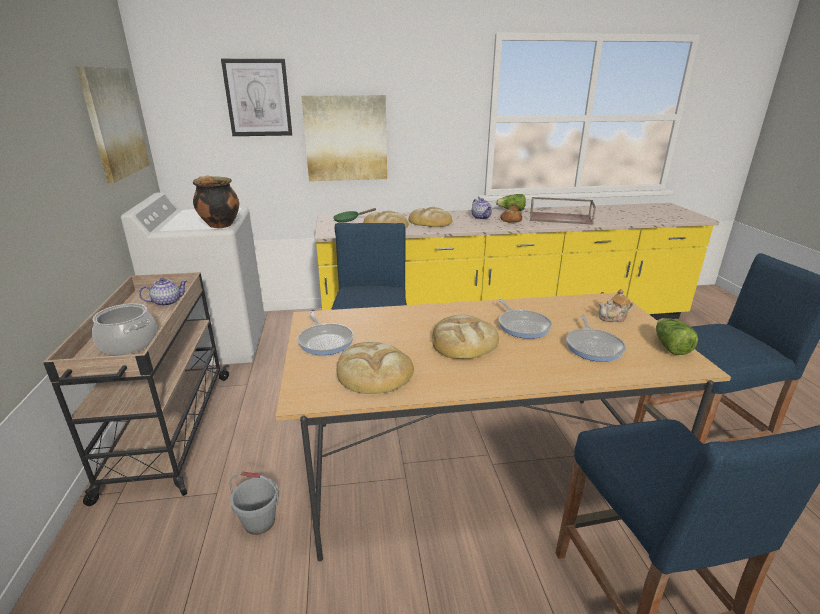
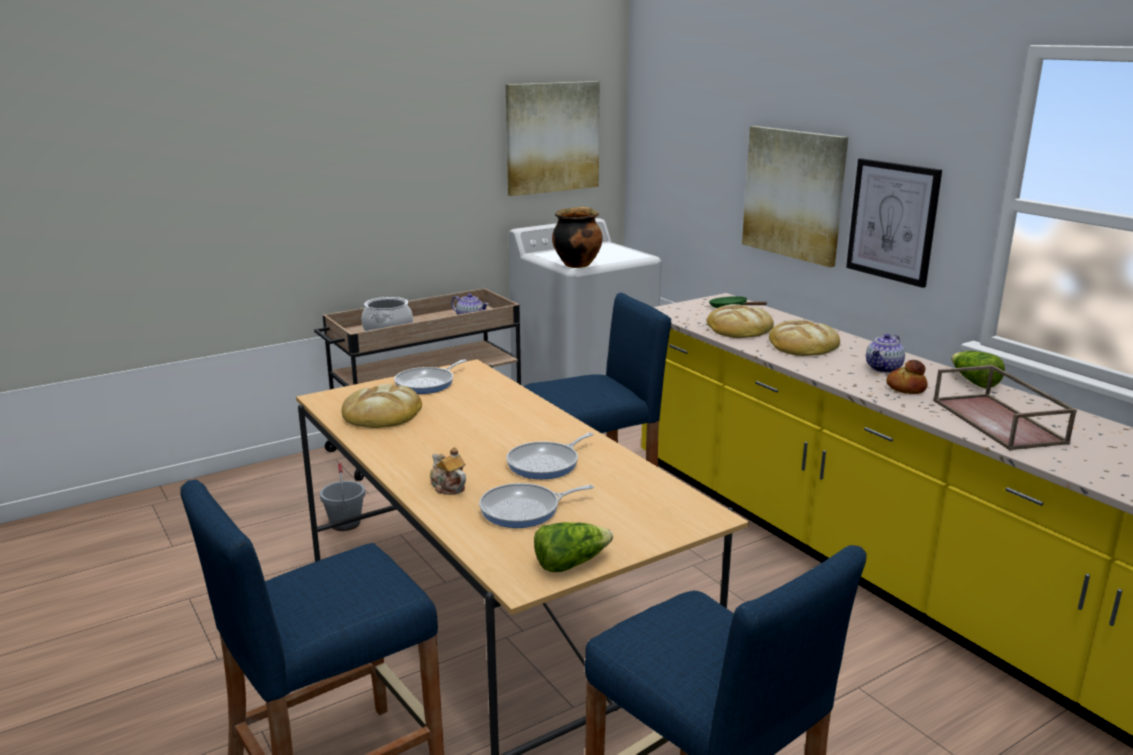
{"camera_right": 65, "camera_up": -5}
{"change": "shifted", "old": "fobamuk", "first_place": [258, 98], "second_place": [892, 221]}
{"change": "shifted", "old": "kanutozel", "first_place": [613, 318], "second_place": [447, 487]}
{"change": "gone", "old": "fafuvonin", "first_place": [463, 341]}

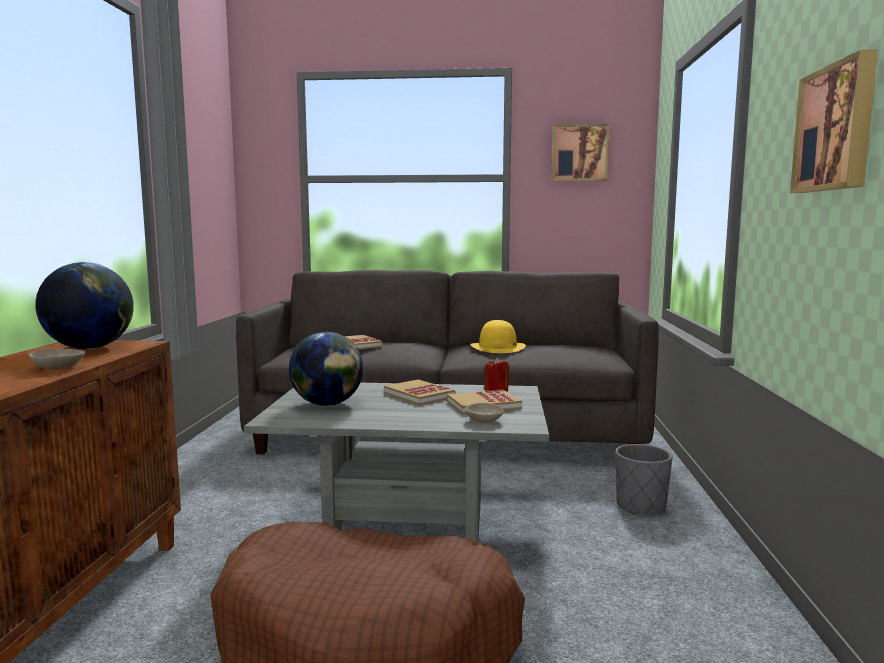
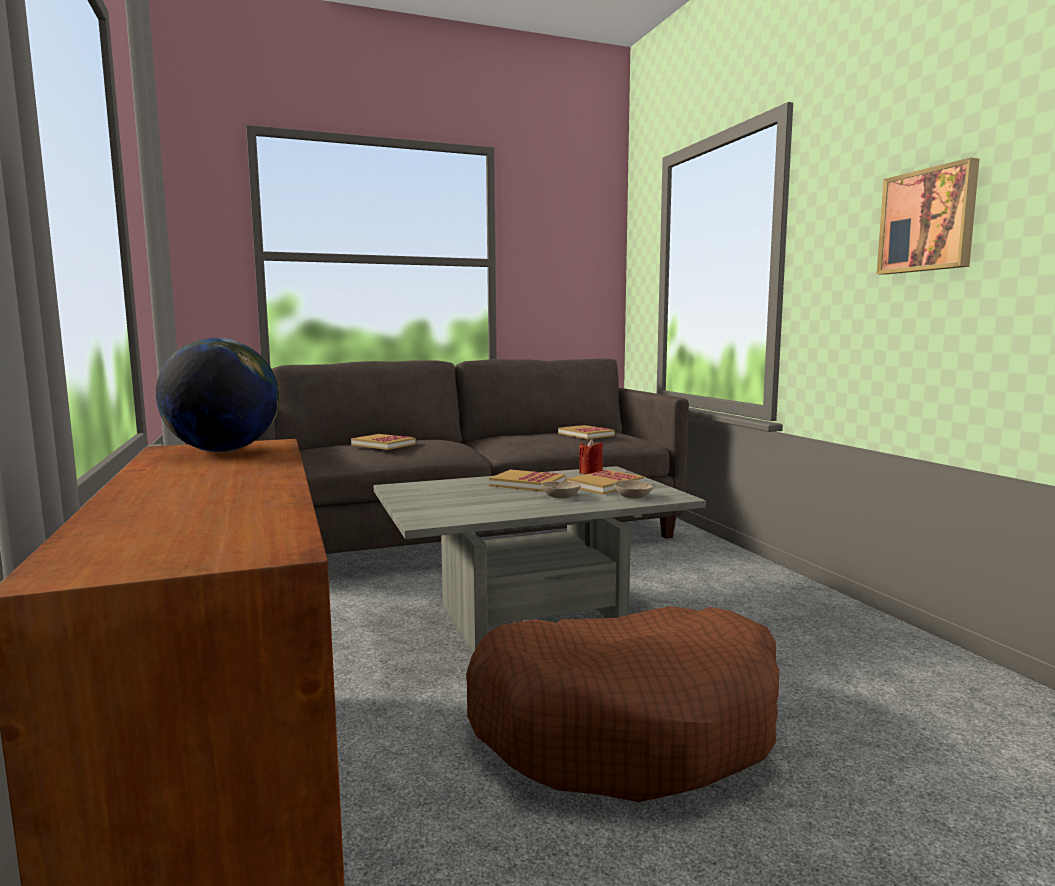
{"camera_right": -25, "camera_up": 0}
{"change": "gone", "old": "fobamuk", "first_place": [579, 153]}
{"change": "gone", "old": "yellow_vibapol", "first_place": [498, 347]}
{"change": "gone", "old": "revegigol", "first_place": [327, 405]}
{"change": "shifted", "old": "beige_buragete", "first_place": [56, 368], "second_place": [560, 497]}
{"change": "gone", "old": "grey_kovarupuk", "first_place": [641, 506]}
{"change": "new", "new": "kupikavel", "second_place": [586, 434]}

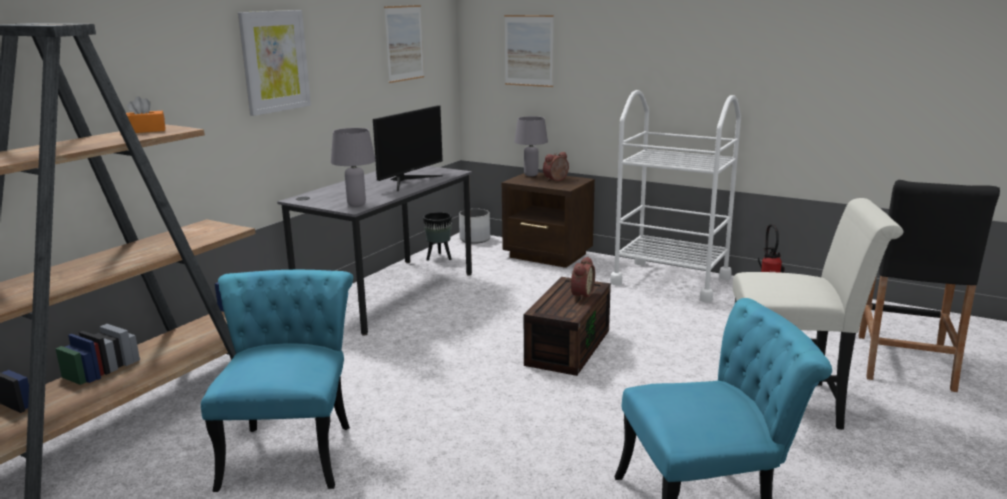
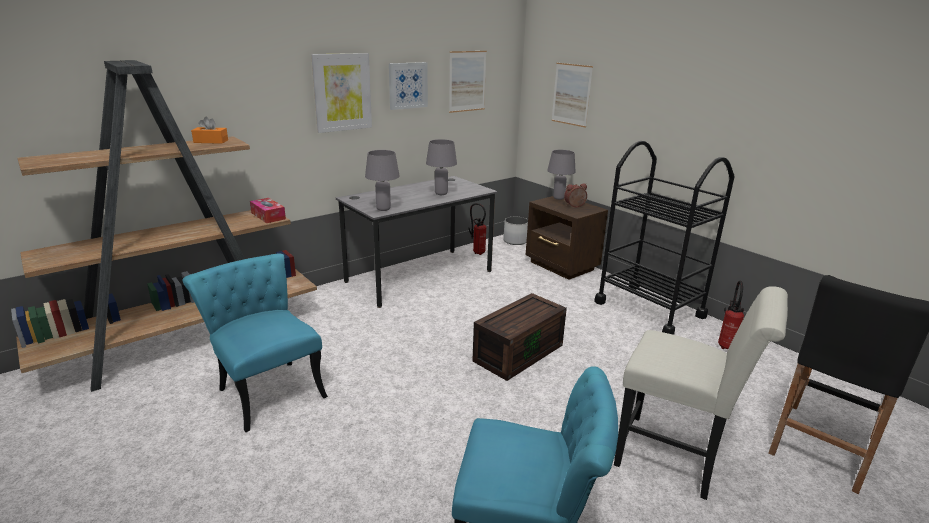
{"camera_right": 20, "camera_up": 5}
{"change": "repainted", "old": "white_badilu", "new": "black_badilu", "first_place": [671, 280], "second_place": [649, 309]}
{"change": "swapped", "old": "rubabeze", "new": "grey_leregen", "first_place": [408, 181], "second_place": [441, 193]}
{"change": "swapped", "old": "black_kovarupuk", "new": "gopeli", "first_place": [439, 258], "second_place": [477, 252]}
{"change": "gone", "old": "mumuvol", "first_place": [580, 294]}
{"change": "rotated", "old": "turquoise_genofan", "first_place": [291, 448], "second_place": [266, 388], "degrees": -60}
{"change": "new", "new": "fobamuk", "second_place": [407, 85]}
{"change": "new", "new": "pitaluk", "second_place": [268, 216]}

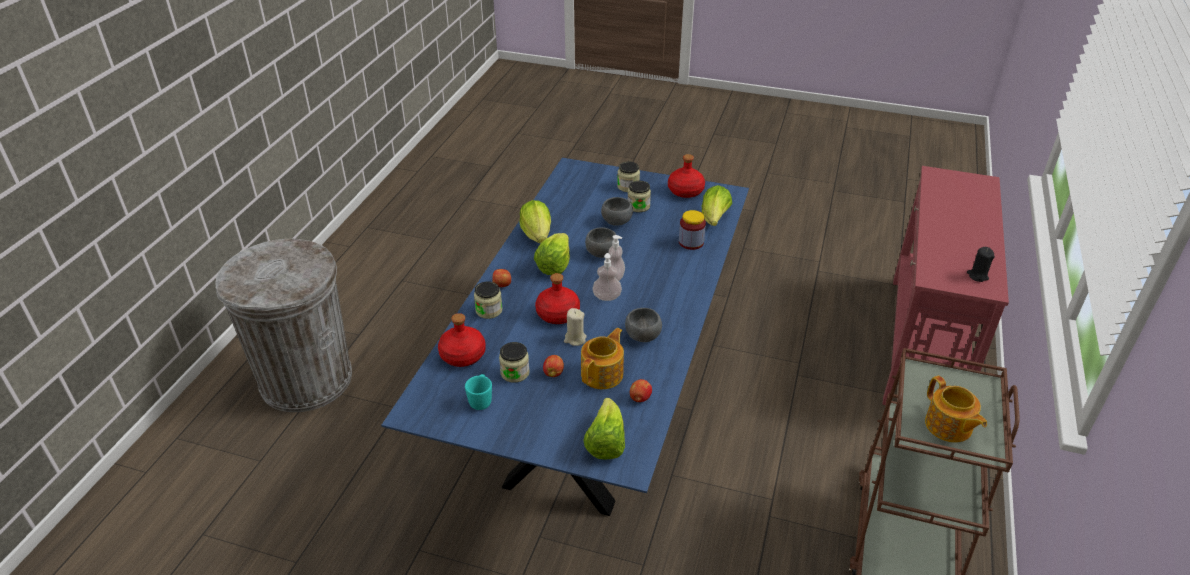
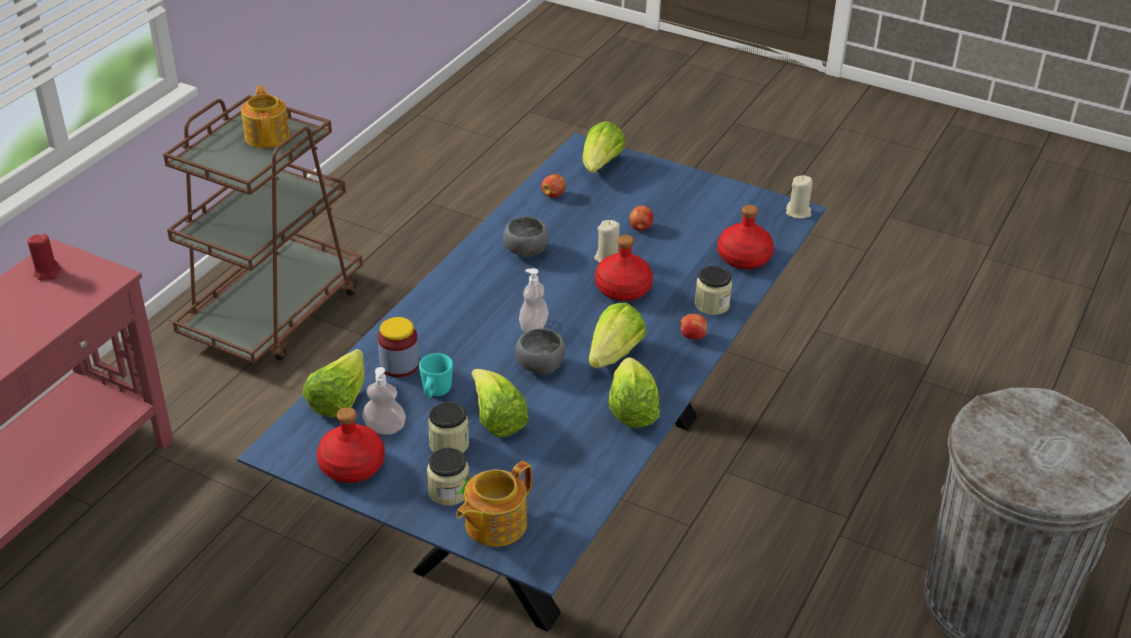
{"camera_right": -170, "camera_up": 0}
{"change": "swapped", "old": "grey_buragete", "new": "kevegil", "first_place": [616, 221], "second_place": [497, 420]}
{"change": "repainted", "old": "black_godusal", "new": "red_godusal", "first_place": [977, 276], "second_place": [47, 272]}
{"change": "shifted", "old": "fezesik", "first_place": [607, 297], "second_place": [385, 428]}
{"change": "shifted", "old": "kanutozel", "first_place": [603, 374], "second_place": [494, 524]}
{"change": "gone", "old": "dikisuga", "first_place": [515, 373]}
{"change": "shifted", "old": "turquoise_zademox", "first_place": [481, 400], "second_place": [435, 393]}
{"change": "new", "new": "beige_godusal", "second_place": [798, 212]}

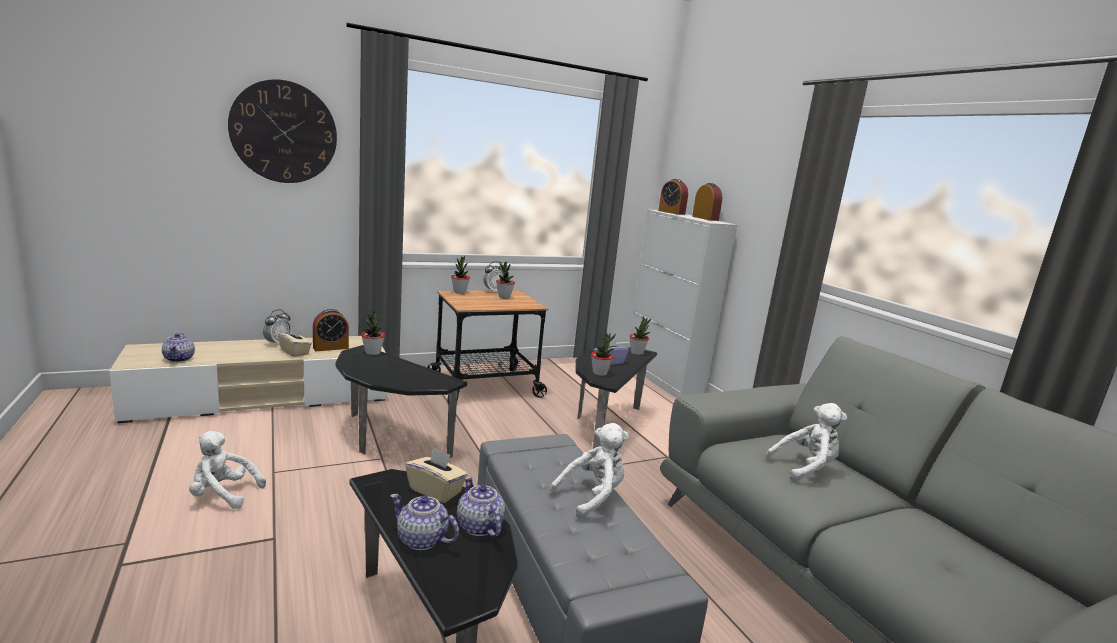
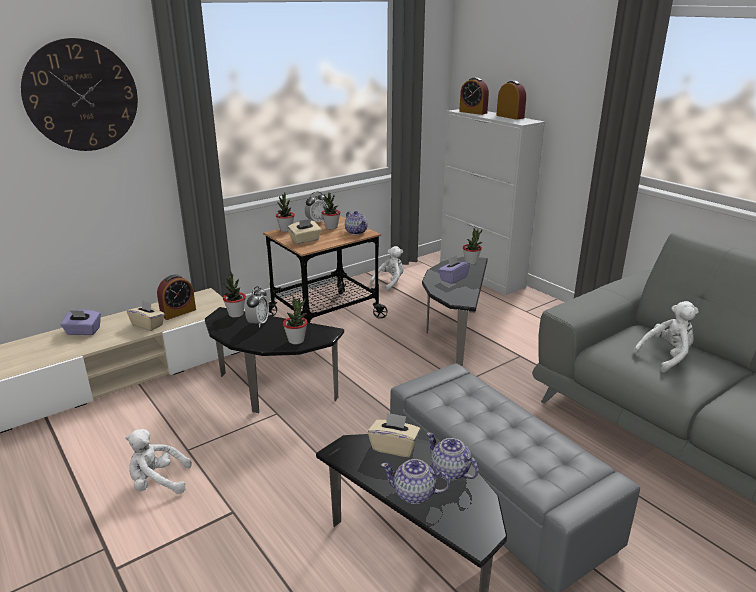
{"camera_right": -10, "camera_up": 10}
{"change": "shifted", "old": "mumuvol", "first_place": [278, 343], "second_place": [258, 323]}
{"change": "shifted", "old": "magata", "first_place": [600, 373], "second_place": [296, 340]}
{"change": "shifted", "old": "kanutozel", "first_place": [179, 359], "second_place": [356, 232]}
{"change": "shifted", "old": "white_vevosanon", "first_place": [592, 497], "second_place": [390, 282]}
{"change": "new", "new": "beige_pitaluk", "second_place": [305, 240]}
{"change": "new", "new": "purple_pitaluk", "second_place": [83, 331]}

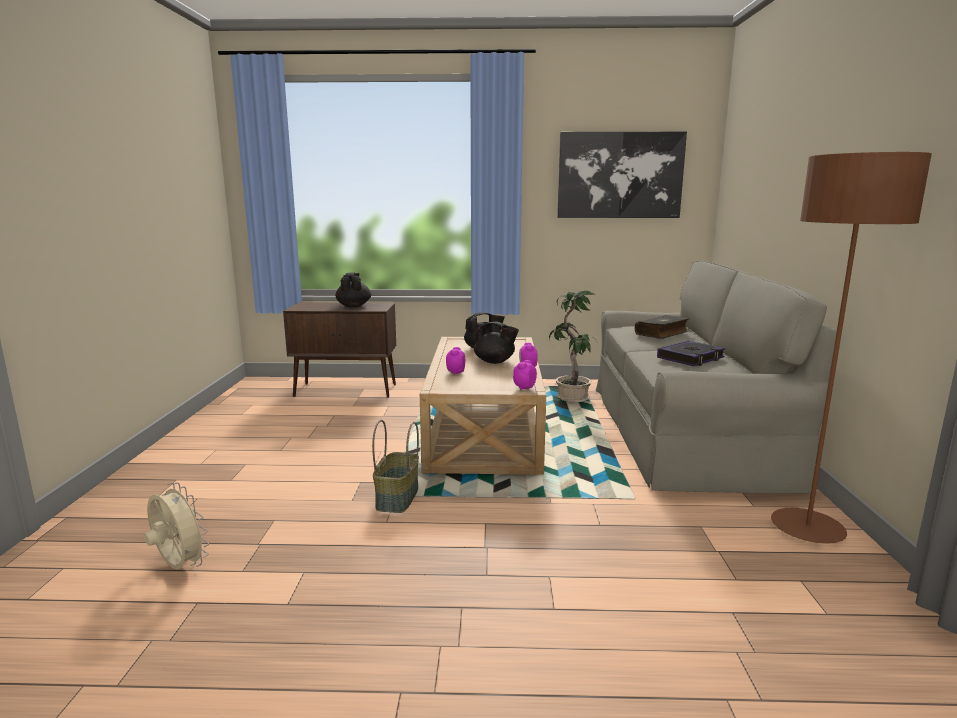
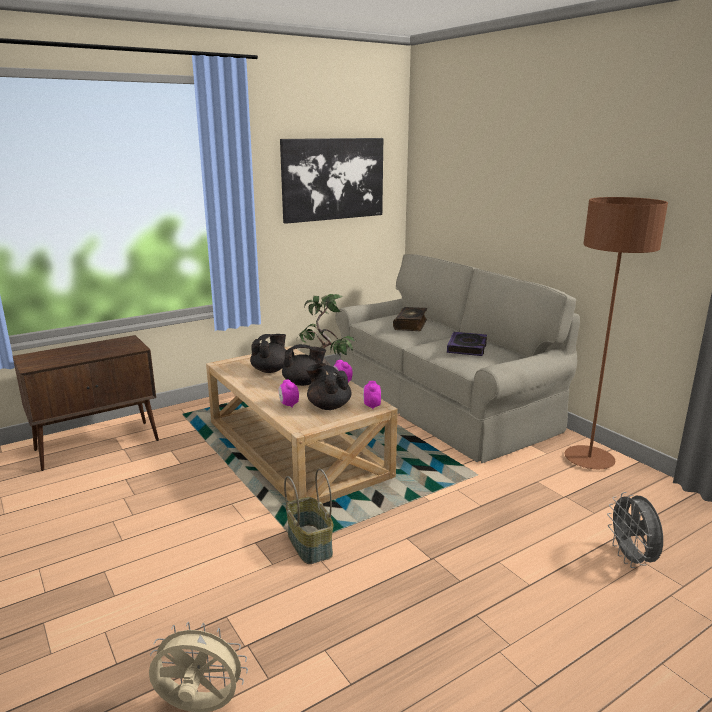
{"camera_right": -35, "camera_up": 5}
{"change": "shifted", "old": "black_kanutozel", "first_place": [353, 306], "second_place": [328, 406]}
{"change": "new", "new": "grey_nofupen", "second_place": [631, 559]}

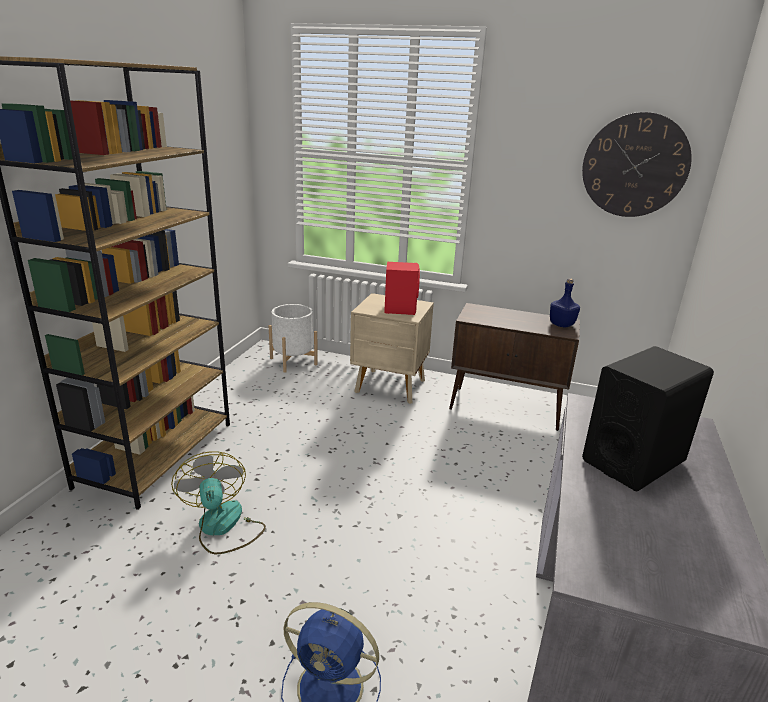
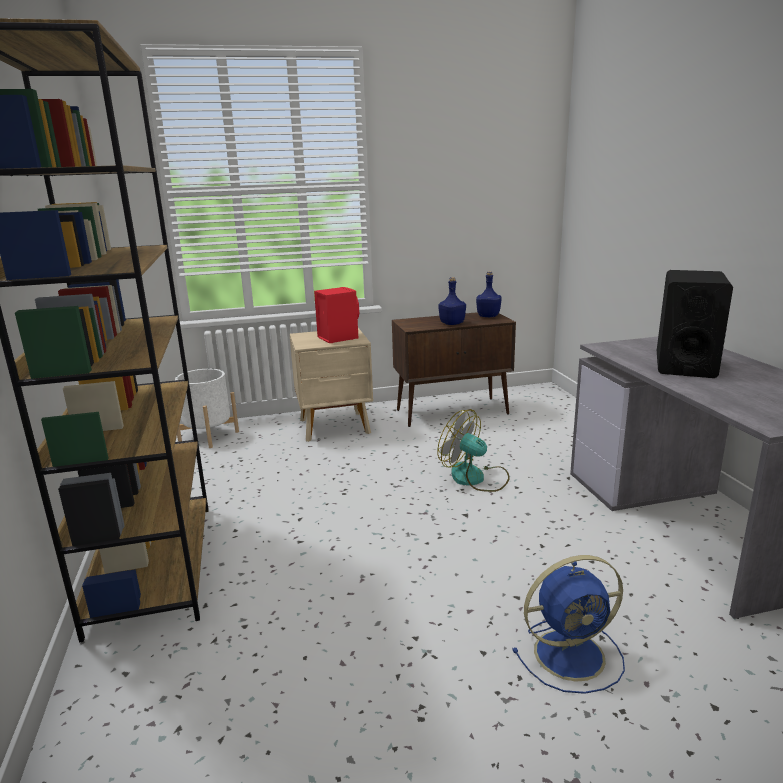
{"camera_right": -30, "camera_up": -5}
{"change": "gone", "old": "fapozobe", "first_place": [635, 166]}
{"change": "shifted", "old": "nofupen", "first_place": [223, 527], "second_place": [475, 478]}
{"change": "new", "new": "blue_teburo", "second_place": [451, 323]}

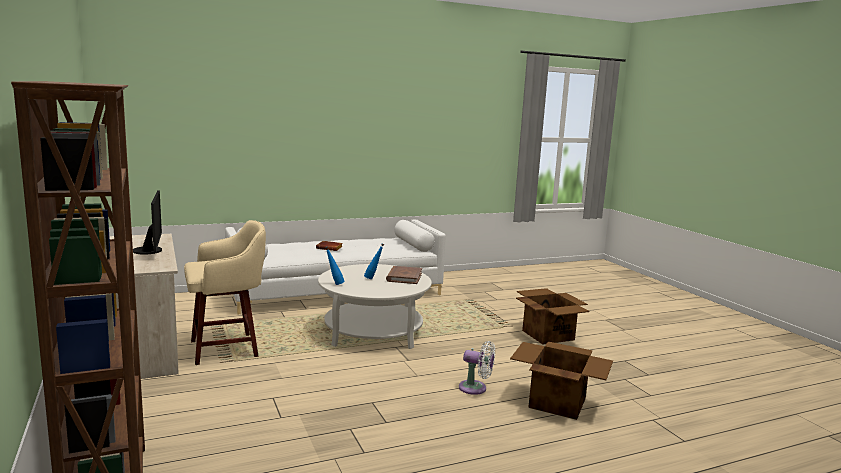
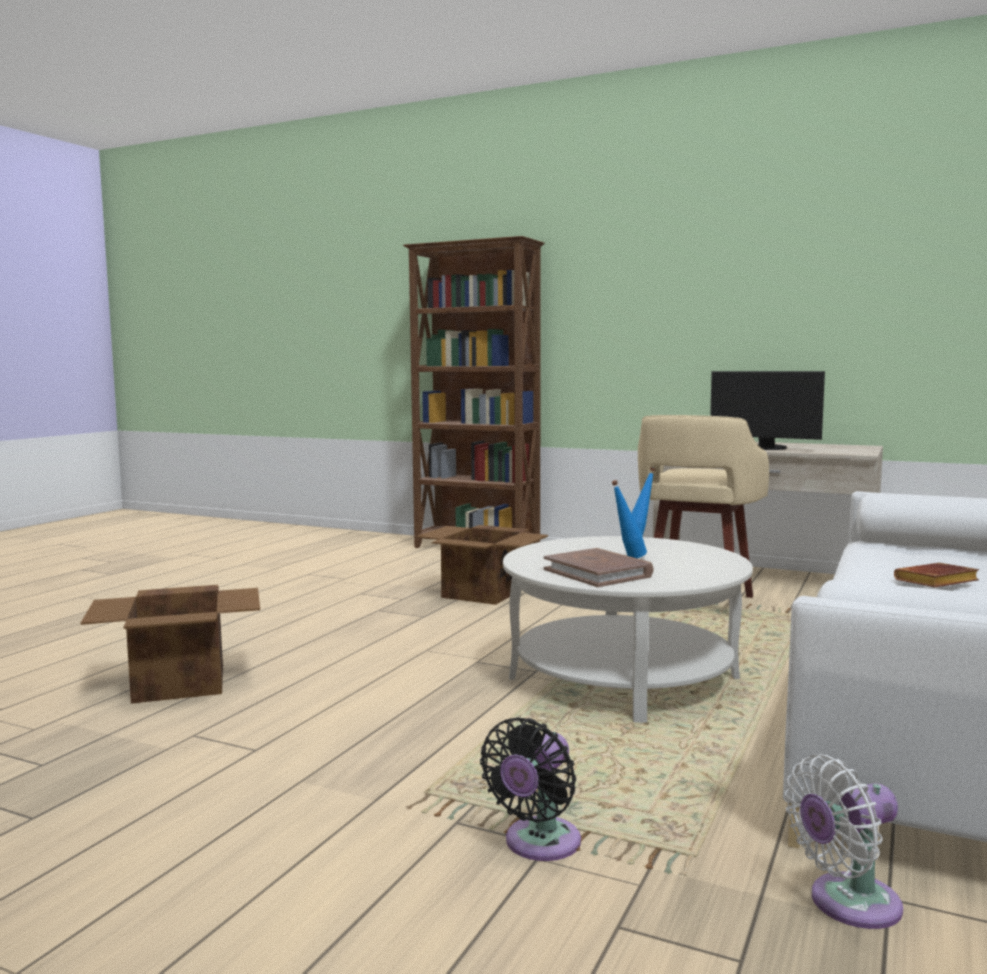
{"camera_right": 140, "camera_up": -5}
{"change": "shifted", "old": "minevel", "first_place": [548, 335], "second_place": [483, 593]}
{"change": "shifted", "old": "white_nofupen", "first_place": [475, 388], "second_place": [847, 904]}
{"change": "new", "new": "black_nofupen", "second_place": [538, 844]}

